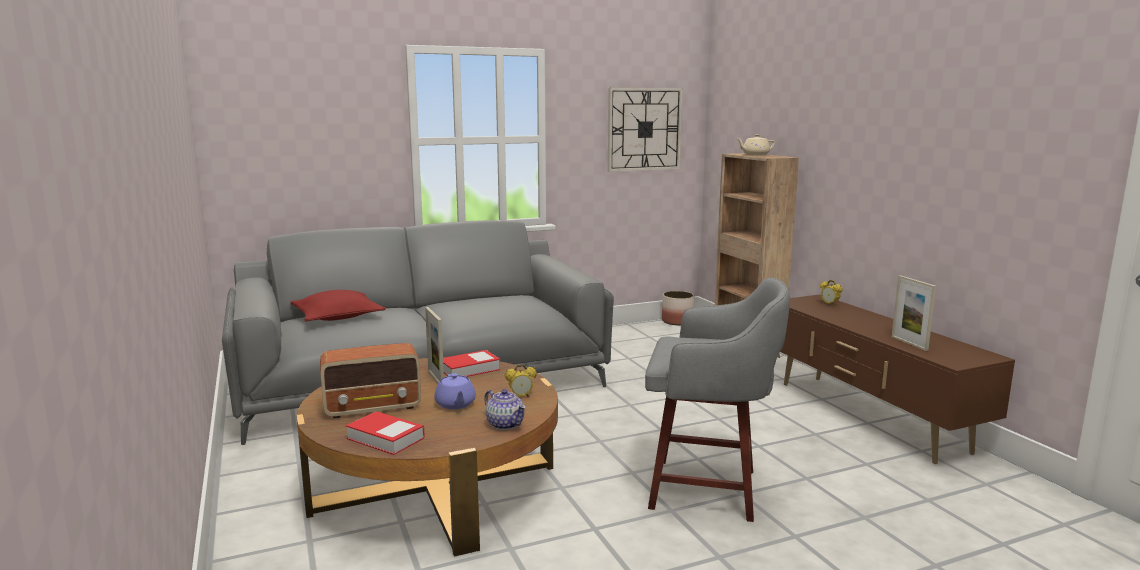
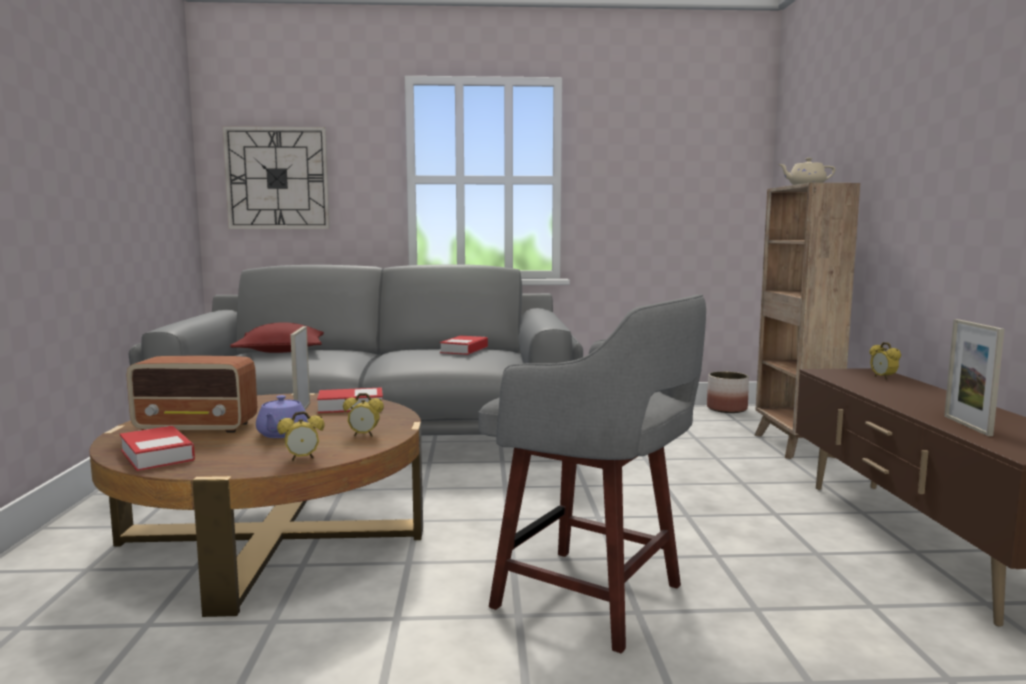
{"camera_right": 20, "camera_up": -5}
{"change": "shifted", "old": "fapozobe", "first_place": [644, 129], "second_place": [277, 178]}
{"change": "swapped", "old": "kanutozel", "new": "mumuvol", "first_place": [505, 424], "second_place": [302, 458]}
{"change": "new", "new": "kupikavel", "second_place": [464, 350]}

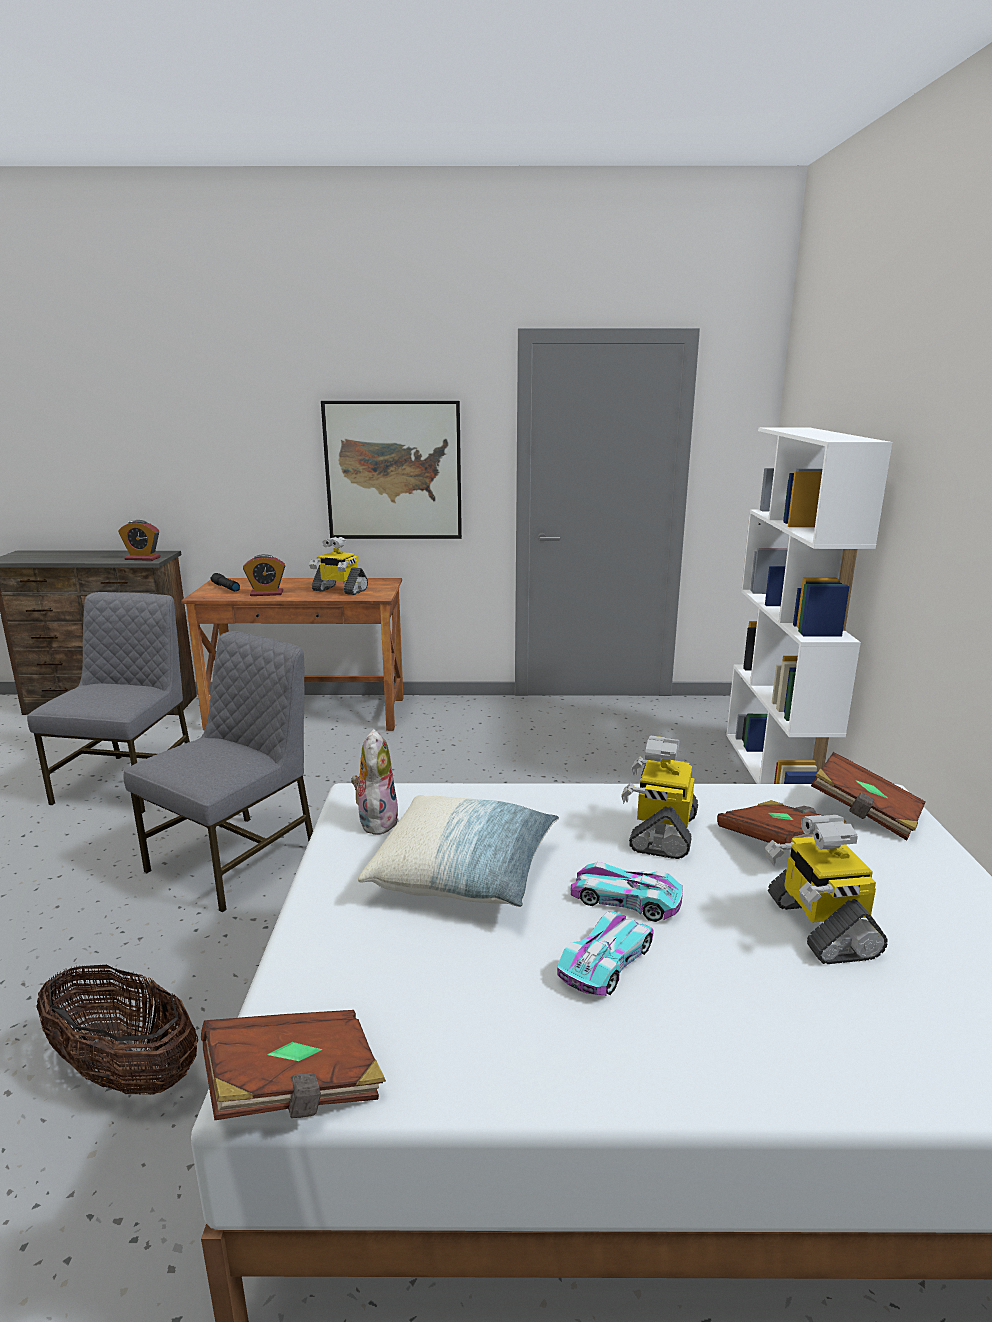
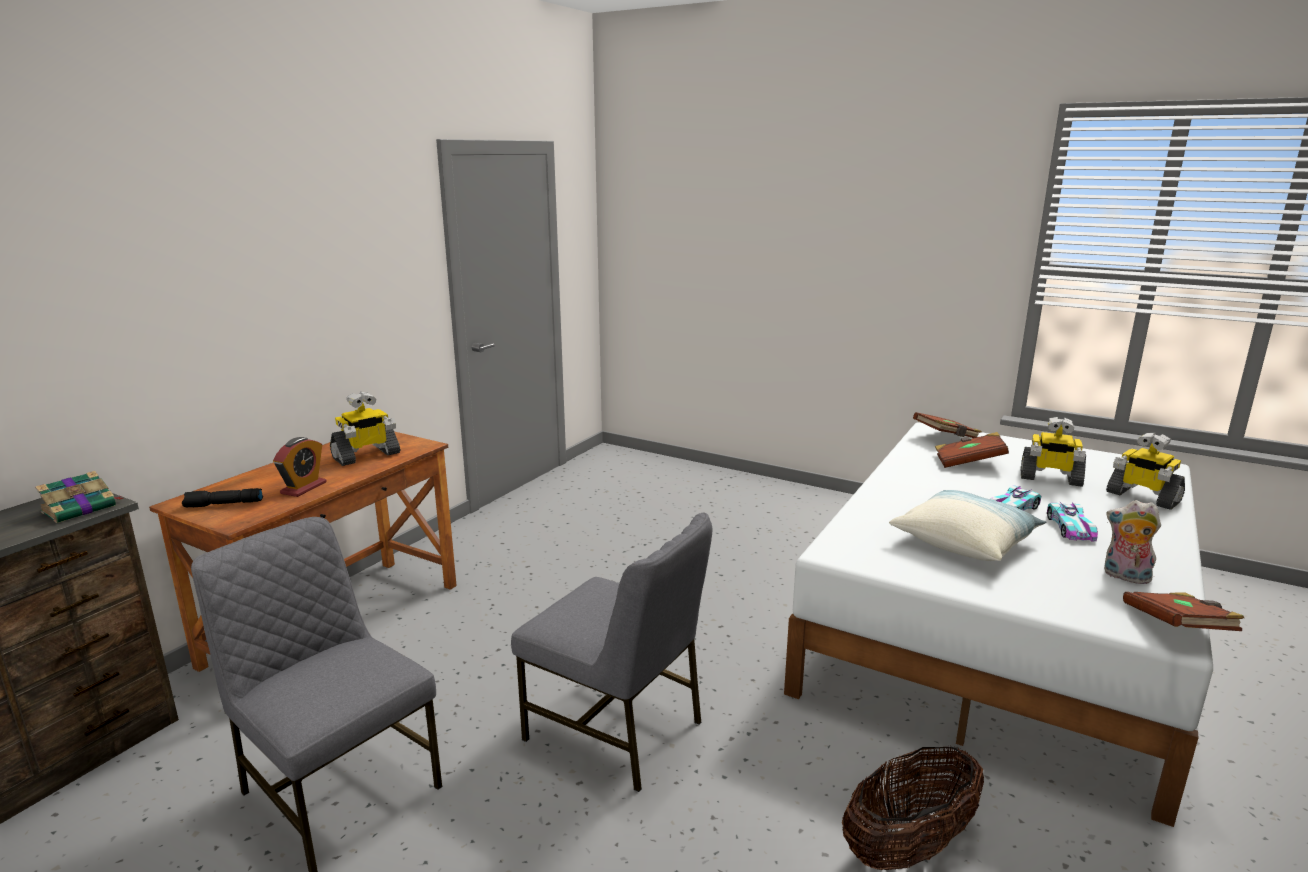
{"camera_right": -60, "camera_up": 0}
{"change": "gone", "old": "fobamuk", "first_place": [393, 471]}
{"change": "gone", "old": "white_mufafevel", "first_place": [775, 773]}
{"change": "swapped", "old": "mumuvol", "new": "kupikavel", "first_place": [142, 558], "second_place": [81, 508]}
{"change": "rotated", "old": "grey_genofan", "first_place": [237, 859], "second_place": [617, 730], "degrees": 150}
{"change": "shifted", "old": "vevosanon", "first_place": [376, 820], "second_place": [1124, 577]}
{"change": "shifted", "old": "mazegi", "first_place": [661, 832], "second_place": [1142, 497]}
{"change": "rotated", "old": "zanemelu", "first_place": [606, 961], "second_place": [1070, 528], "degrees": -150}

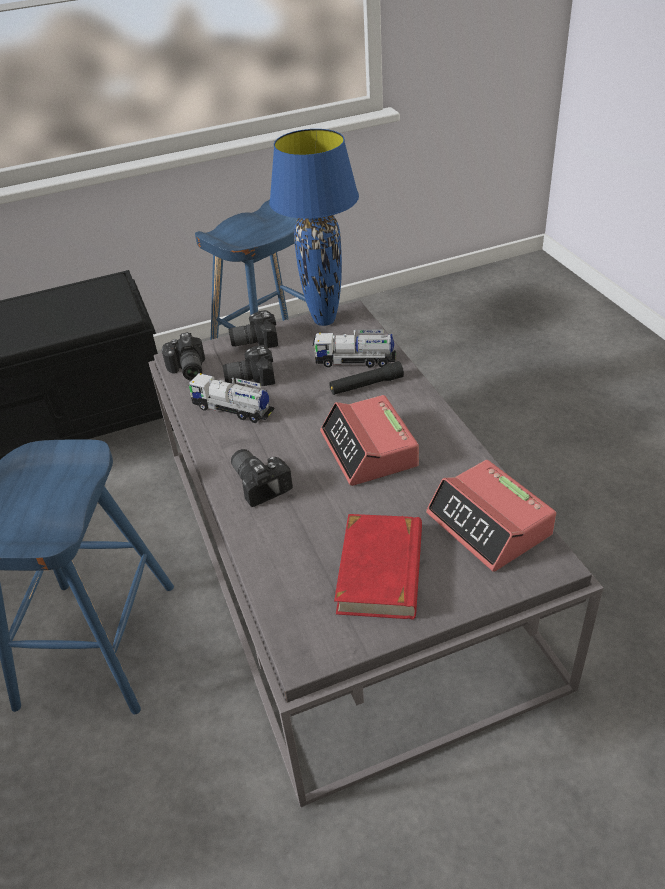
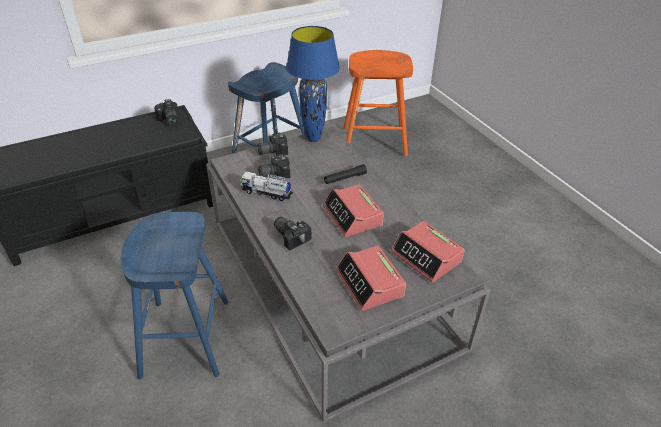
{"camera_right": -10, "camera_up": 0}
{"change": "gone", "old": "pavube", "first_place": [355, 361]}
{"change": "shifted", "old": "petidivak", "first_place": [187, 370], "second_place": [168, 120]}
{"change": "swapped", "old": "red_kupikavel", "new": "mumuvol", "first_place": [381, 570], "second_place": [370, 284]}
{"change": "new", "new": "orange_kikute", "second_place": [374, 141]}

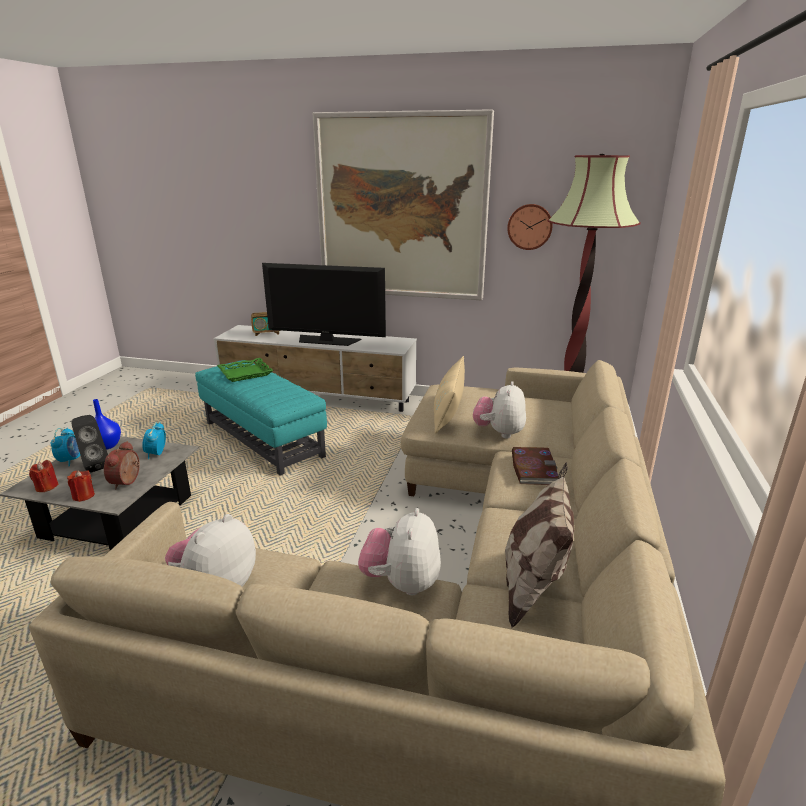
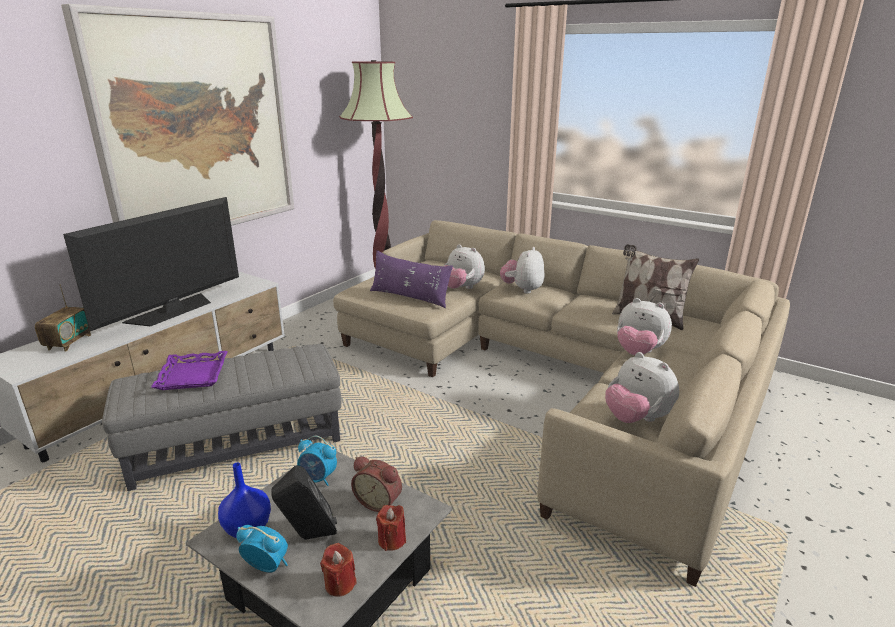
{"camera_right": -70, "camera_up": 0}
{"change": "gone", "old": "fapozobe", "first_place": [529, 226]}
{"change": "repainted", "old": "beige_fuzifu", "new": "purple_fuzifu", "first_place": [448, 412], "second_place": [409, 297]}
{"change": "repainted", "old": "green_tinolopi", "new": "purple_tinolopi", "first_place": [245, 373], "second_place": [193, 375]}
{"change": "repainted", "old": "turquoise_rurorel", "new": "grey_rurorel", "first_place": [263, 439], "second_place": [238, 445]}
{"change": "swapped", "old": "kupikavel", "new": "vevosanon", "first_place": [533, 468], "second_place": [522, 289]}

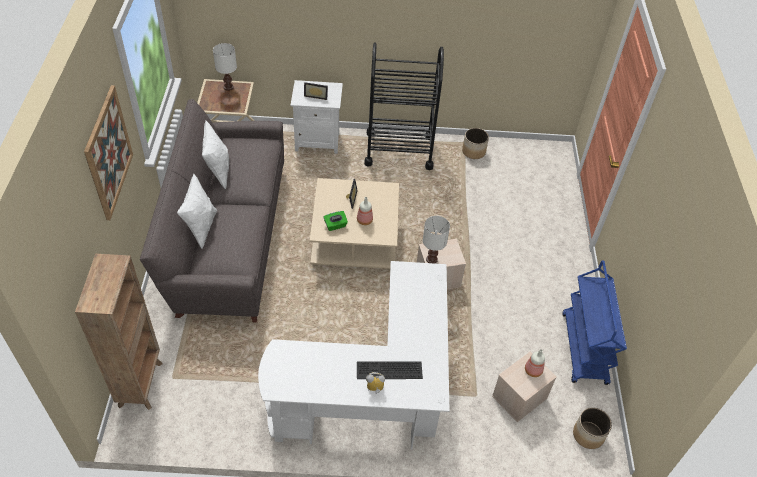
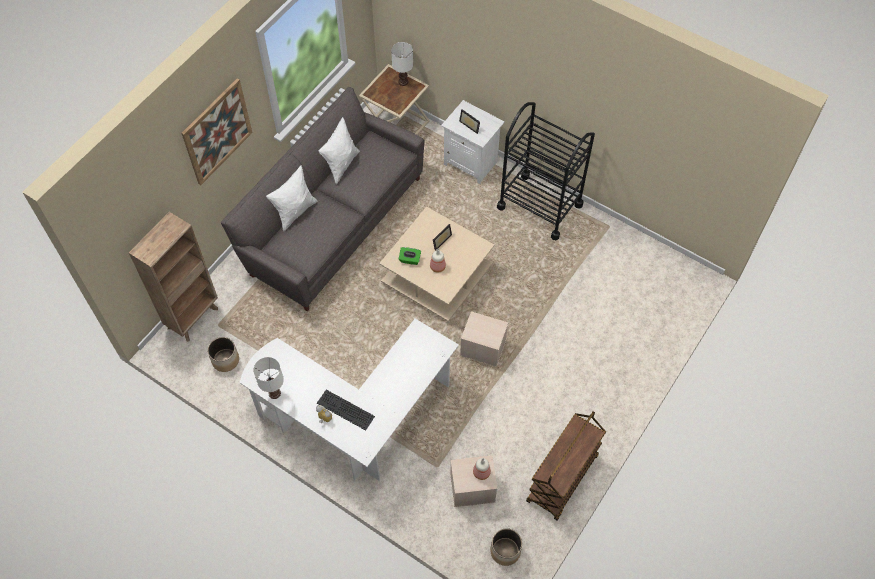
{"camera_right": 35, "camera_up": 10}
{"change": "shifted", "old": "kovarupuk", "first_place": [474, 151], "second_place": [226, 360]}
{"change": "shifted", "old": "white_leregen", "first_place": [432, 259], "second_place": [275, 393]}
{"change": "repainted", "old": "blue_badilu", "new": "brown_badilu", "first_place": [584, 349], "second_place": [562, 479]}

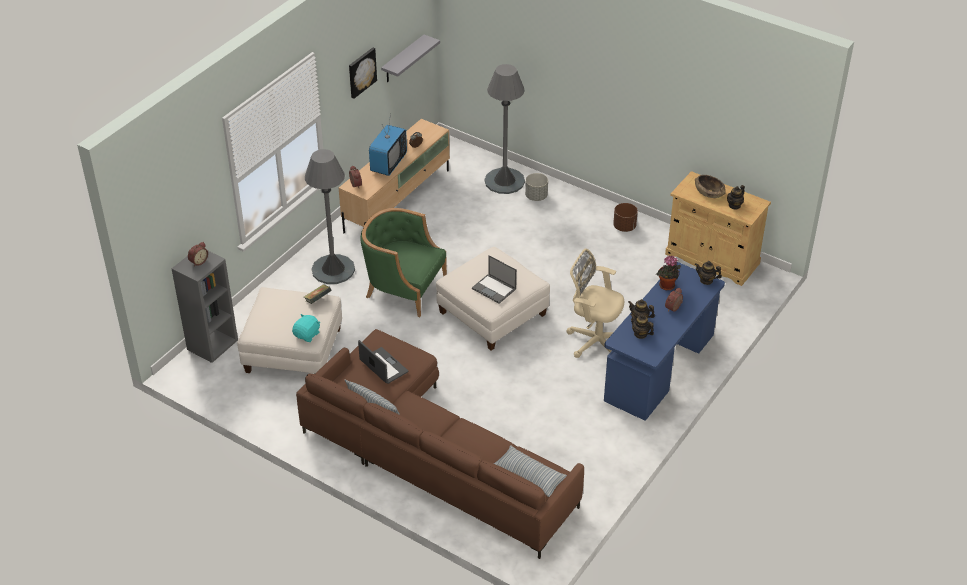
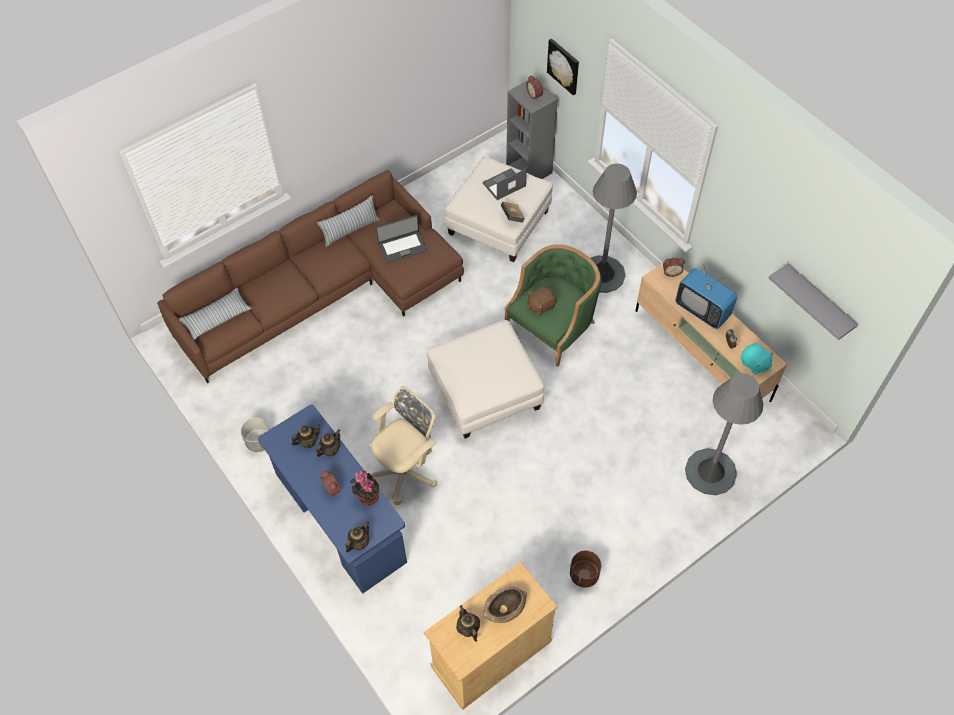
{"camera_right": 110, "camera_up": 15}
{"change": "shifted", "old": "fobamuk", "first_place": [361, 72], "second_place": [564, 66]}
{"change": "shifted", "old": "grey_kovarupuk", "first_place": [536, 196], "second_place": [259, 442]}
{"change": "shifted", "old": "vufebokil", "first_place": [494, 289], "second_place": [503, 185]}
{"change": "shifted", "old": "turquoise_vevosanon", "first_place": [307, 335], "second_place": [754, 364]}
{"change": "new", "new": "brown_vevosanon", "second_place": [541, 306]}

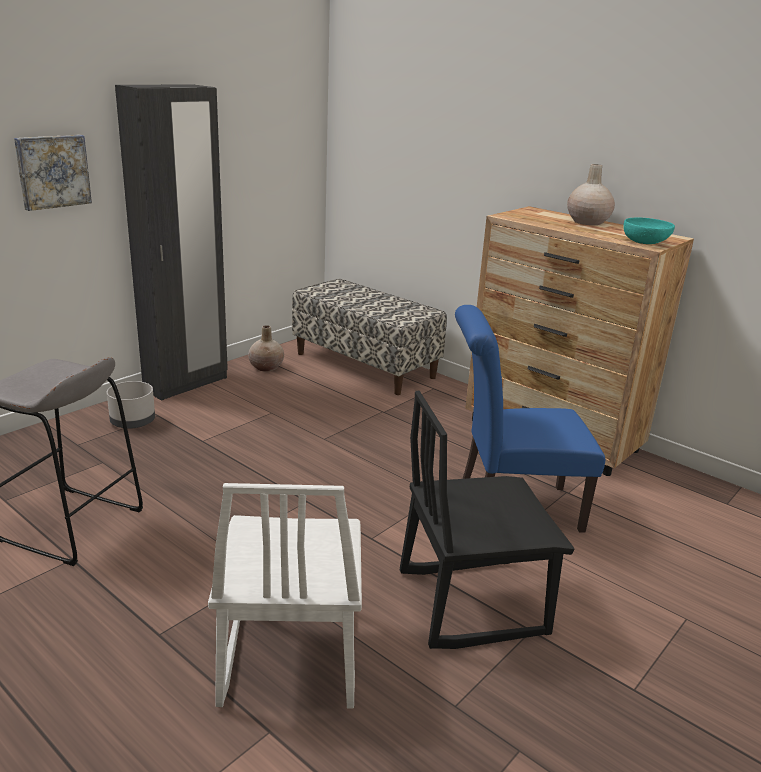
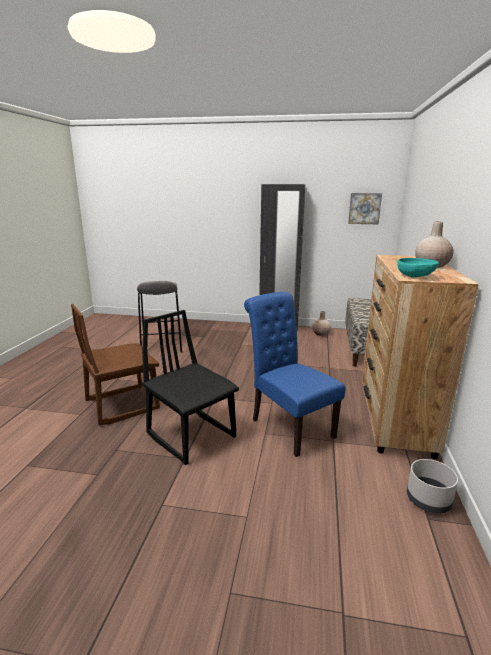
{"camera_right": 60, "camera_up": -5}
{"change": "shifted", "old": "fobamuk", "first_place": [52, 171], "second_place": [364, 208]}
{"change": "shifted", "old": "grey_kovarupuk", "first_place": [132, 421], "second_place": [428, 500]}
{"change": "repainted", "old": "white_genofan", "new": "brown_genofan", "first_place": [288, 656], "second_place": [122, 404]}

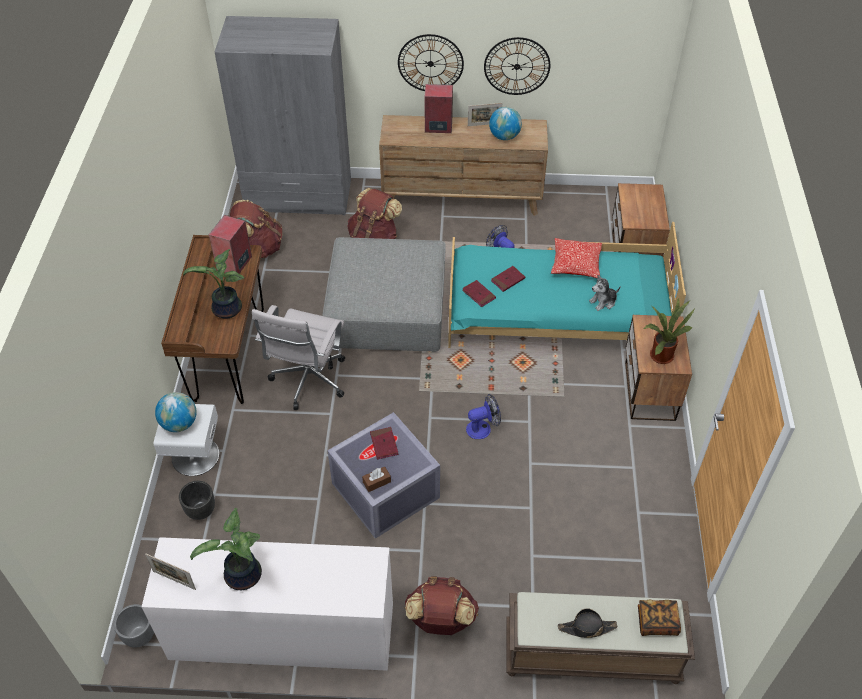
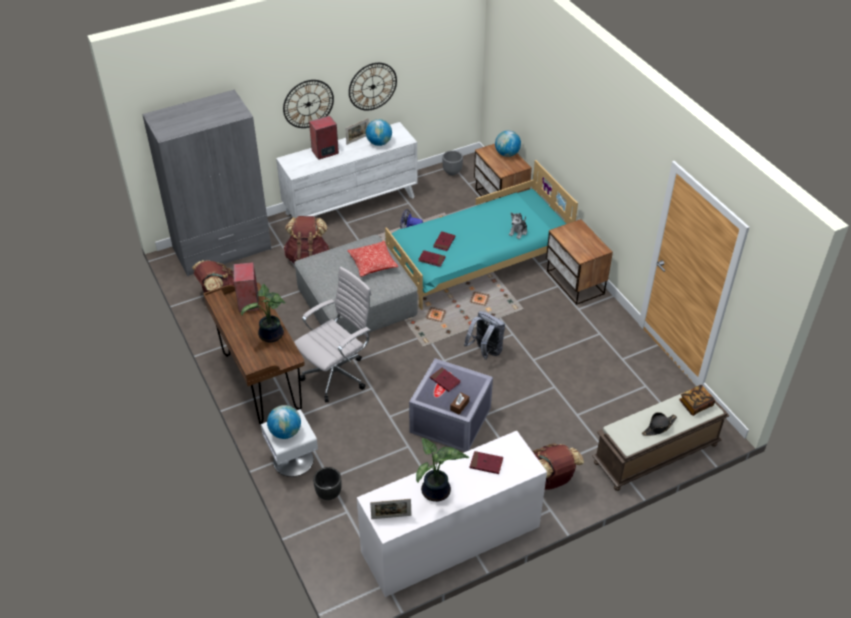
{"camera_right": -30, "camera_up": -5}
{"change": "repainted", "old": "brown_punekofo", "new": "white_punekofo", "first_place": [462, 197], "second_place": [351, 204]}
{"change": "shifted", "old": "fuzifu", "first_place": [575, 264], "second_place": [372, 264]}
{"change": "gone", "old": "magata", "first_place": [660, 354]}
{"change": "rotated", "old": "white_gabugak", "first_place": [308, 382], "second_place": [337, 374], "degrees": -120}
{"change": "swapped", "old": "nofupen", "new": "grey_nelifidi", "first_place": [483, 428], "second_place": [485, 351]}
{"change": "shifted", "old": "grey_kovarupuk", "first_place": [140, 635], "second_place": [452, 172]}
{"change": "new", "new": "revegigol", "second_place": [507, 154]}
{"change": "new", "new": "red_kupikavel", "second_place": [486, 464]}

